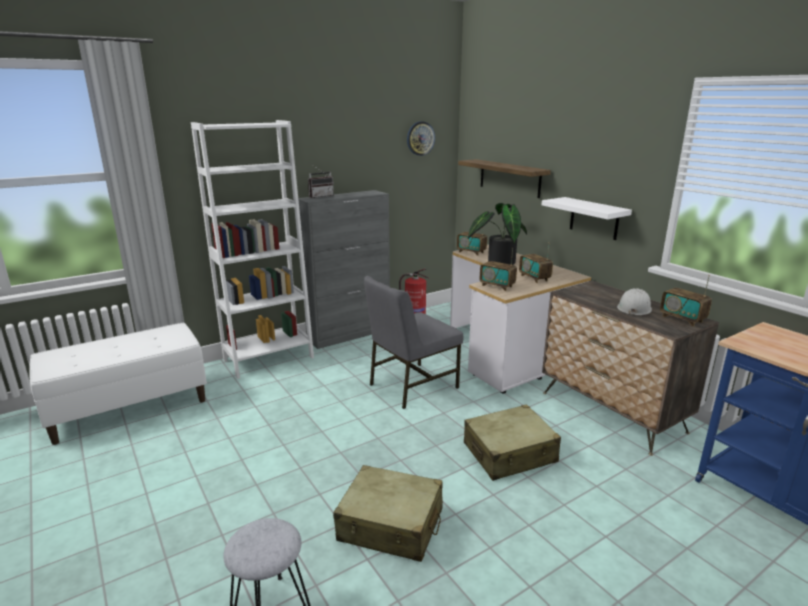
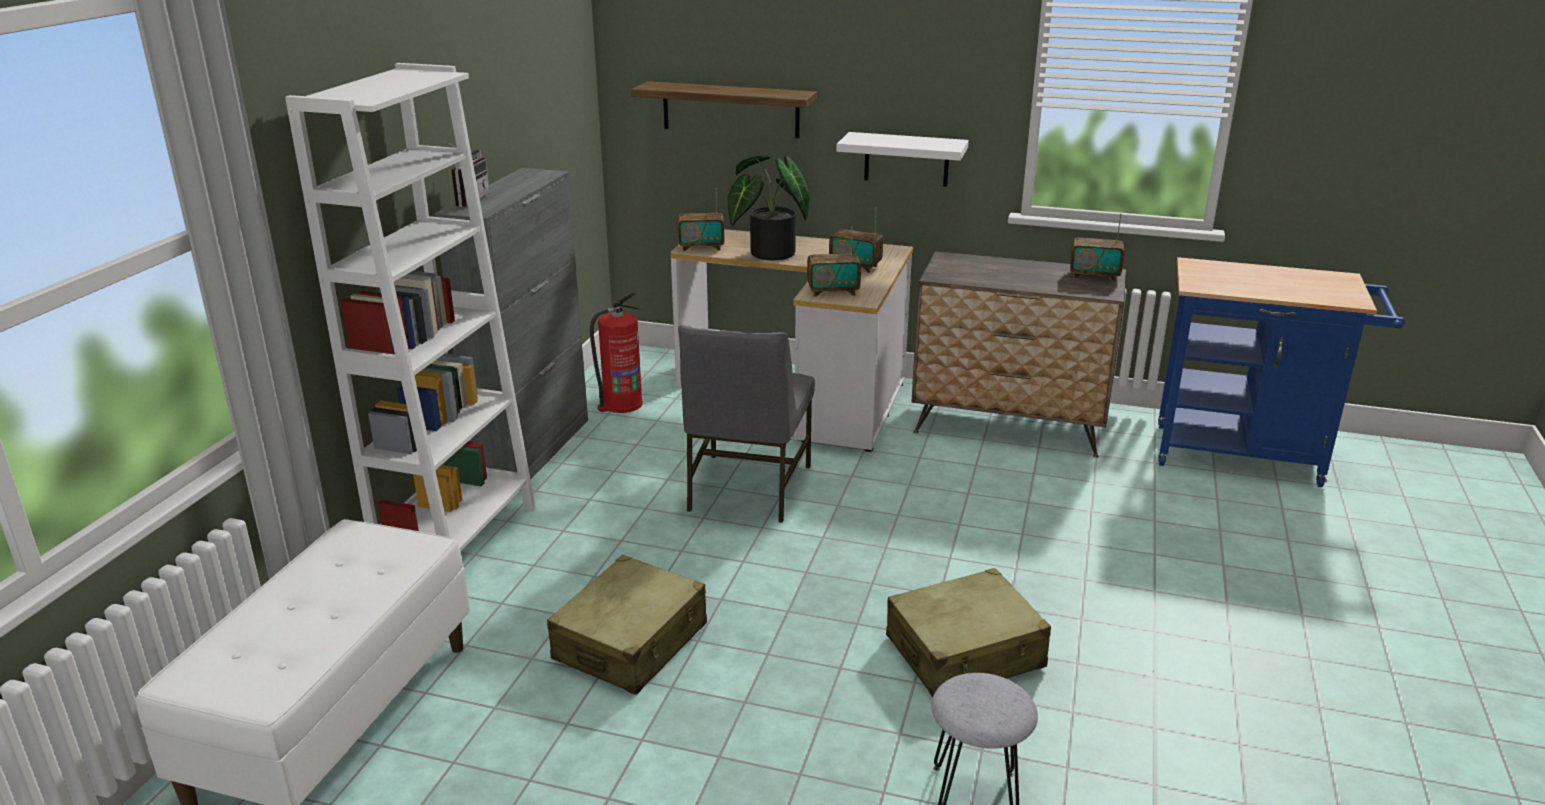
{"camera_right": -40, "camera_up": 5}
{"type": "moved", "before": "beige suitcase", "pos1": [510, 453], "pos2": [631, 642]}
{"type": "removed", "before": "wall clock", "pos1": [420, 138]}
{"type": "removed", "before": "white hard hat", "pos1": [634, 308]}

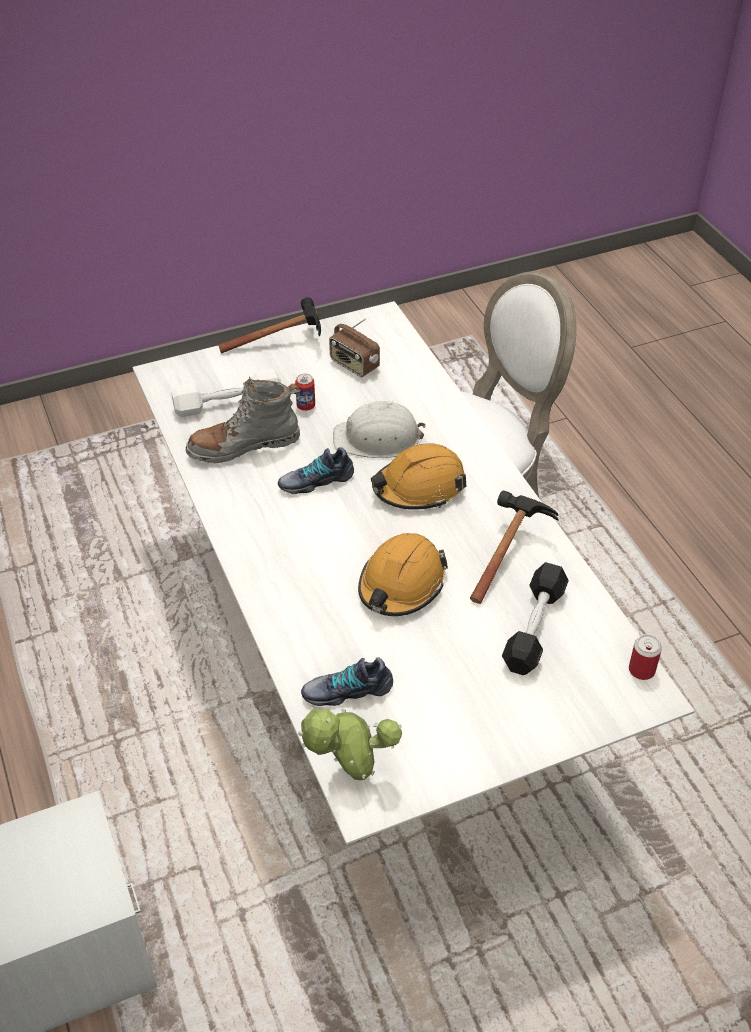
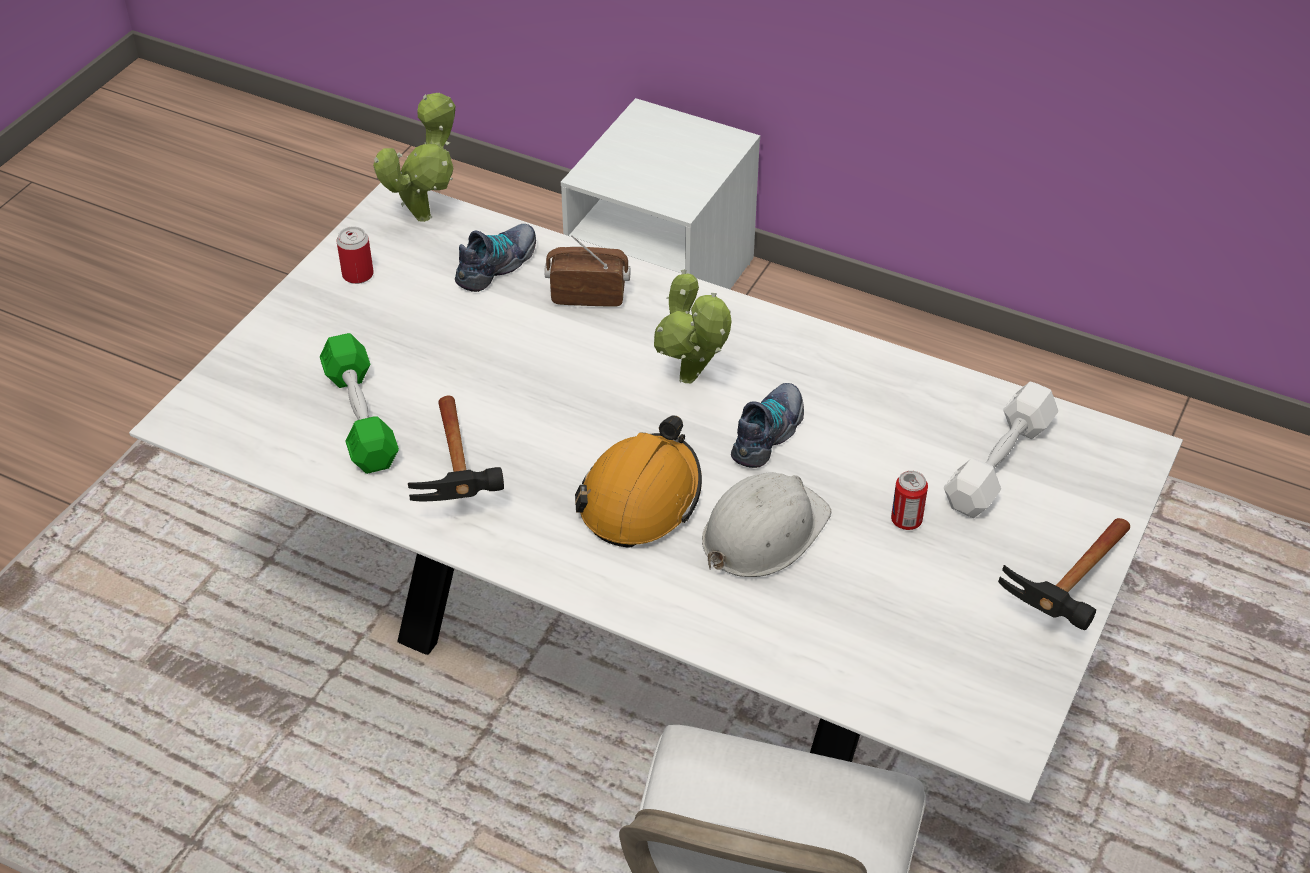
{"camera_right": 140, "camera_up": 0}
{"type": "recoloured", "before": "black dumbbell", "after": "green dumbbell", "pos1": [534, 628], "pos2": [360, 417]}
{"type": "moved", "before": "can", "pos1": [641, 670], "pos2": [358, 275]}
{"type": "moved", "before": "radio", "pos1": [354, 365], "pos2": [588, 295]}
{"type": "added", "after": "potted plant", "pos2": [691, 382]}
{"type": "removed", "before": "grey boot", "pos1": [244, 445]}
{"type": "removed", "before": "orange hard hat", "pos1": [401, 585]}

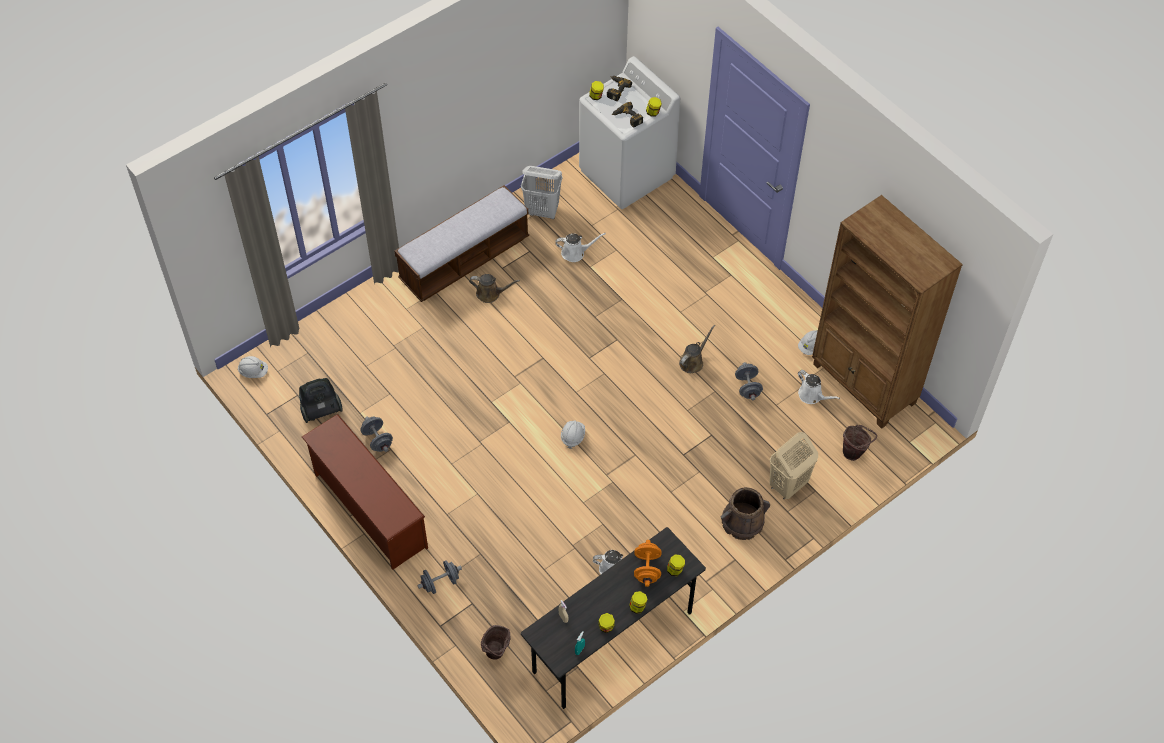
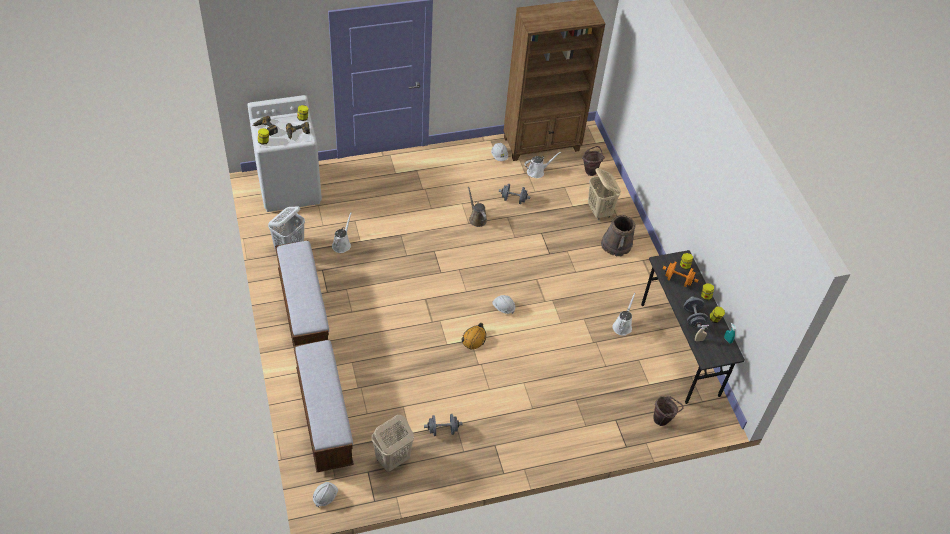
{"camera_right": -70, "camera_up": -5}
{"type": "added", "after": "bench", "pos2": [324, 417]}
{"type": "replaced", "before": "vacuum cleaner", "after": "beige laundry basket", "pos1": [320, 410], "pos2": [392, 459]}
{"type": "added", "after": "orange hard hat", "pos2": [474, 339]}
{"type": "moved", "before": "grey dumbbell", "pos1": [440, 582], "pos2": [693, 318]}
{"type": "removed", "before": "brown shoe rack", "pos1": [368, 510]}
{"type": "removed", "before": "brown watering can", "pos1": [490, 294]}

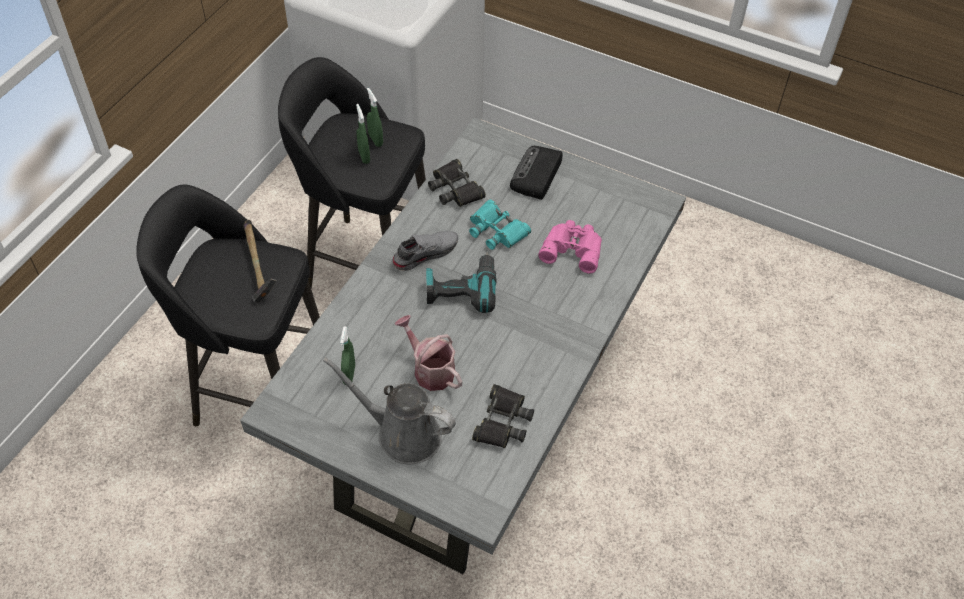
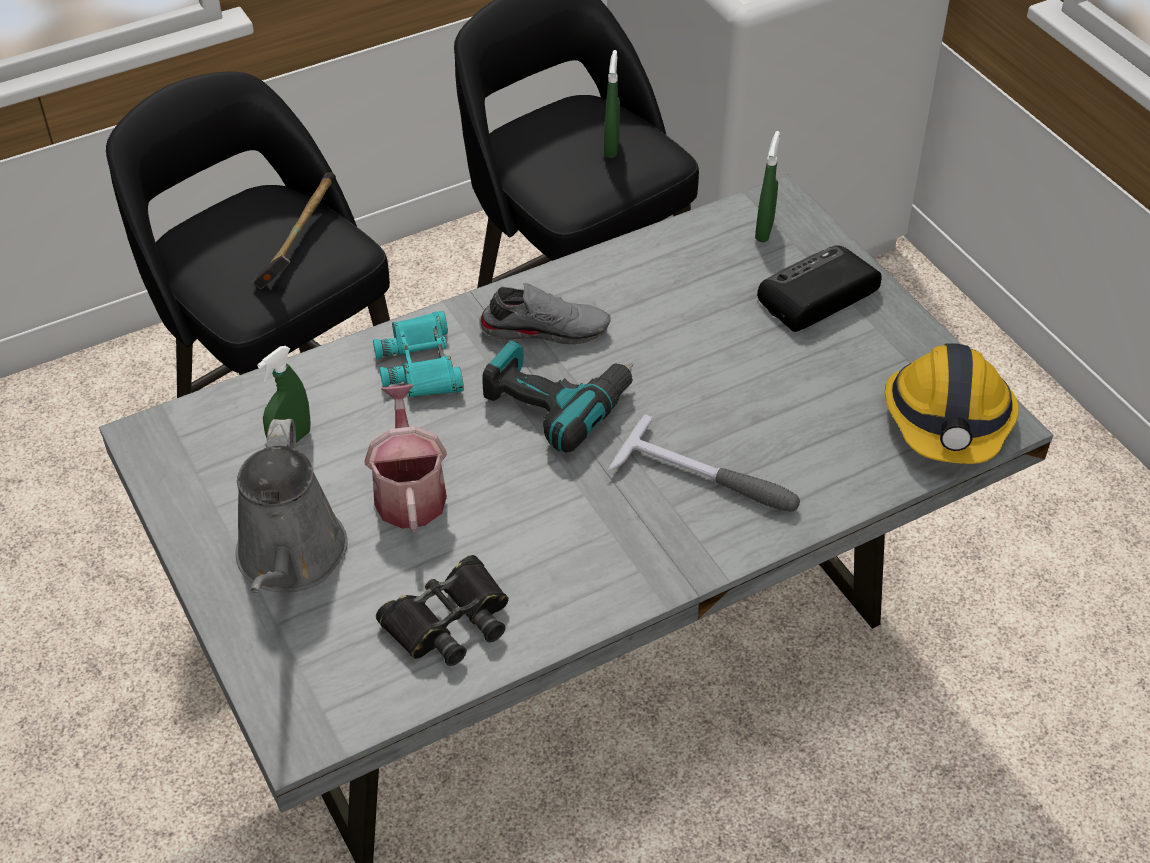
{"camera_right": 35, "camera_up": -5}
{"type": "turned", "before": "grey watering can", "pos1": [403, 434], "pos2": [291, 559], "turn": -150}
{"type": "moved", "before": "turquoise binoculars", "pos1": [497, 230], "pos2": [421, 364]}
{"type": "added", "after": "hammer", "pos2": [709, 480]}
{"type": "moved", "before": "green spray bottle", "pos1": [364, 156], "pos2": [764, 230]}
{"type": "added", "after": "hard hat", "pos2": [948, 420]}
{"type": "removed", "before": "black binoculars", "pos1": [455, 189]}
{"type": "removed", "before": "pink binoculars", "pos1": [572, 248]}

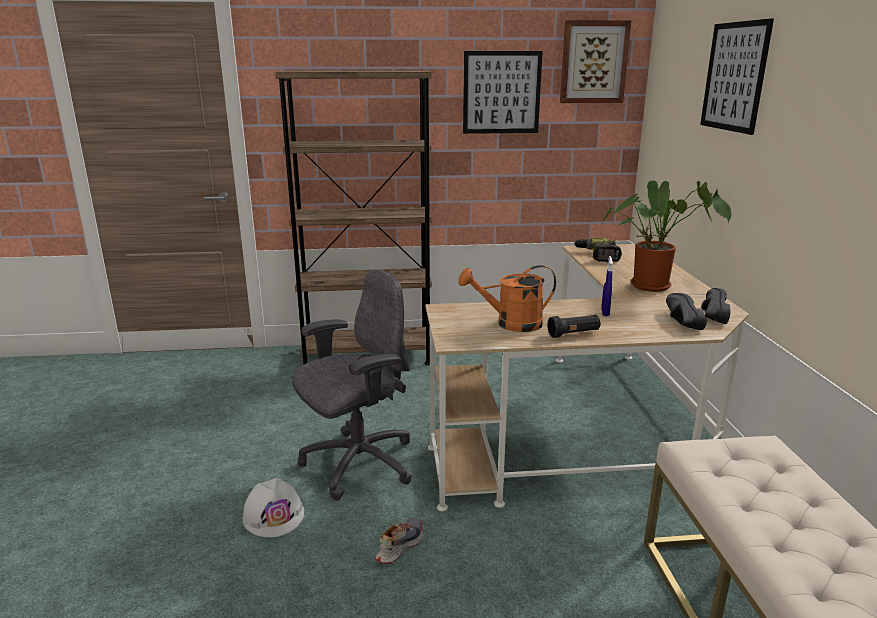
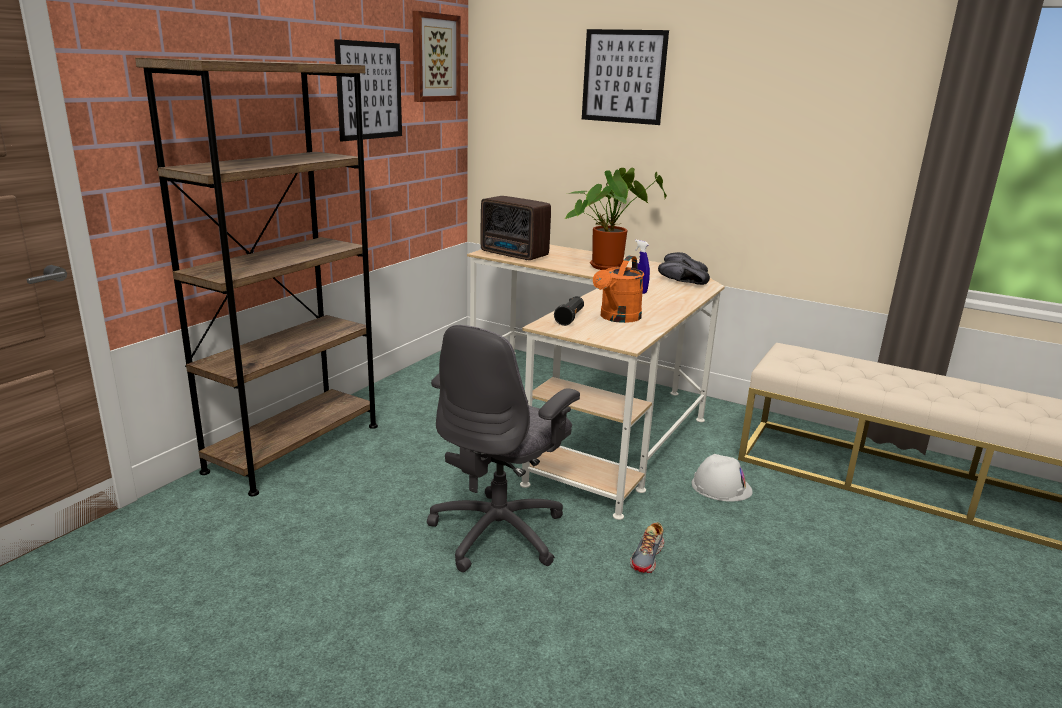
{"camera_right": -55, "camera_up": 0}
{"type": "turned", "before": "grey office chair", "pos1": [357, 464], "pos2": [499, 532], "turn": -150}
{"type": "replaced", "before": "power drill", "after": "radio", "pos1": [597, 256], "pos2": [514, 255]}
{"type": "moved", "before": "black flashlight", "pos1": [574, 334], "pos2": [570, 318]}
{"type": "turned", "before": "shoe", "pos1": [399, 545], "pos2": [648, 557], "turn": -135}
{"type": "moved", "before": "white hard hat", "pos1": [274, 515], "pos2": [721, 487]}

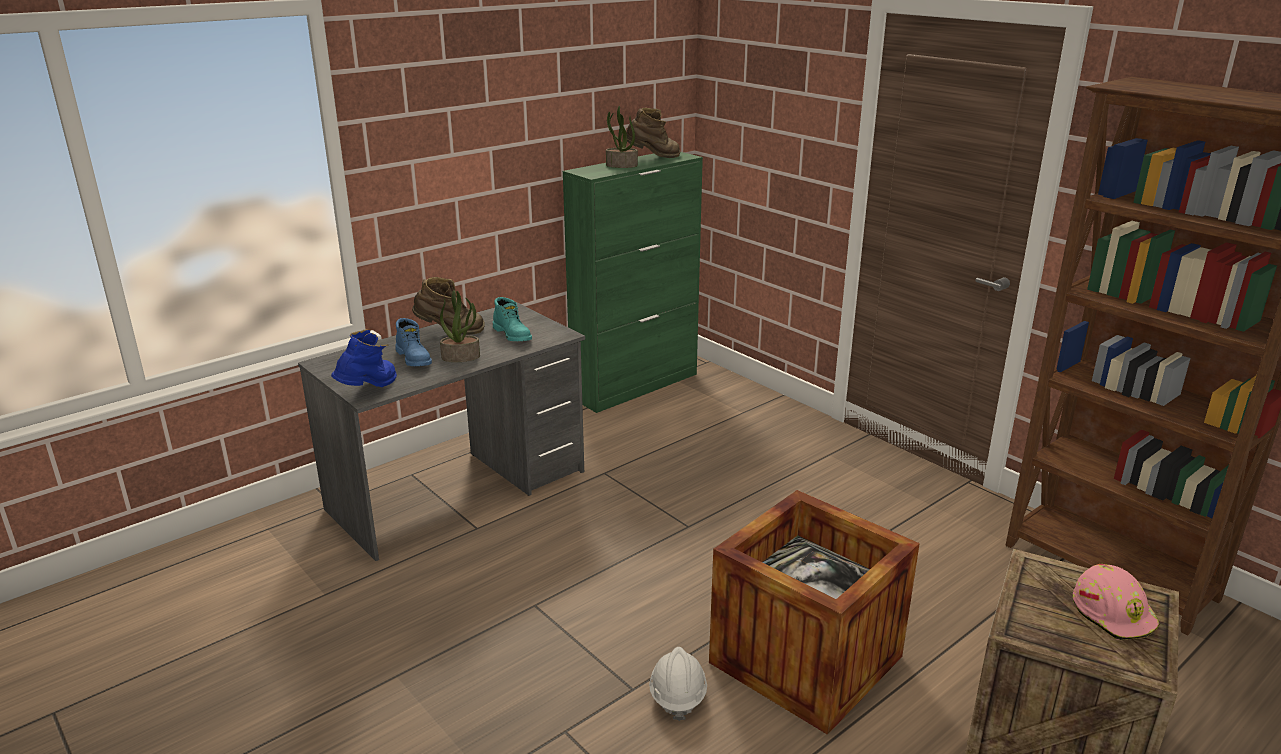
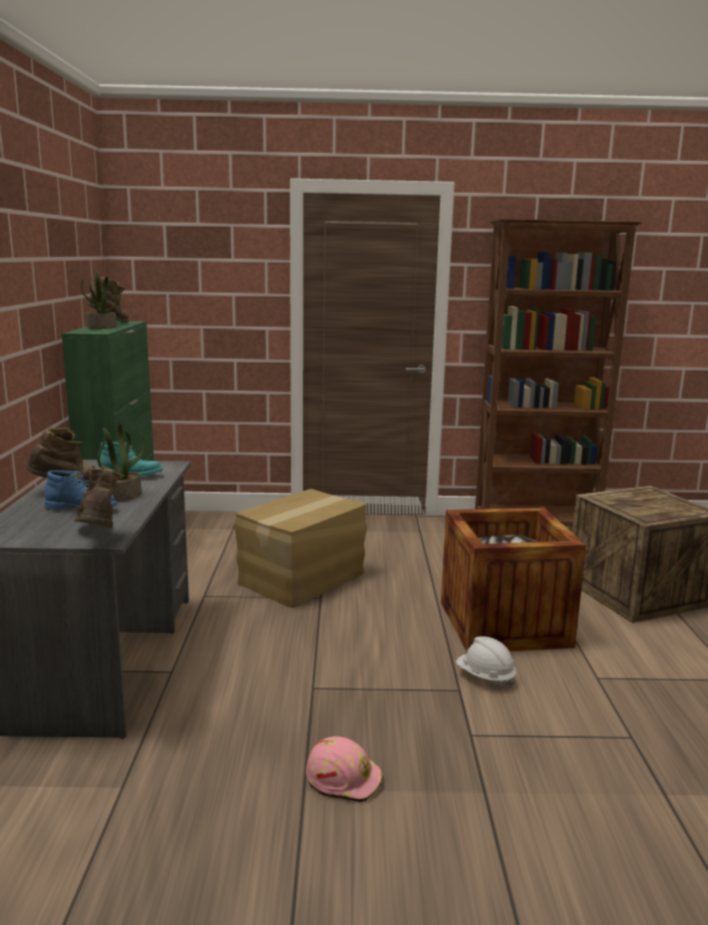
{"camera_right": -50, "camera_up": -10}
{"type": "recoloured", "before": "blue boot", "after": "brown boot", "pos1": [369, 390], "pos2": [98, 536]}
{"type": "added", "after": "cardboard box", "pos2": [303, 579]}
{"type": "moved", "before": "pink hard hat", "pos1": [1113, 613], "pos2": [344, 779]}

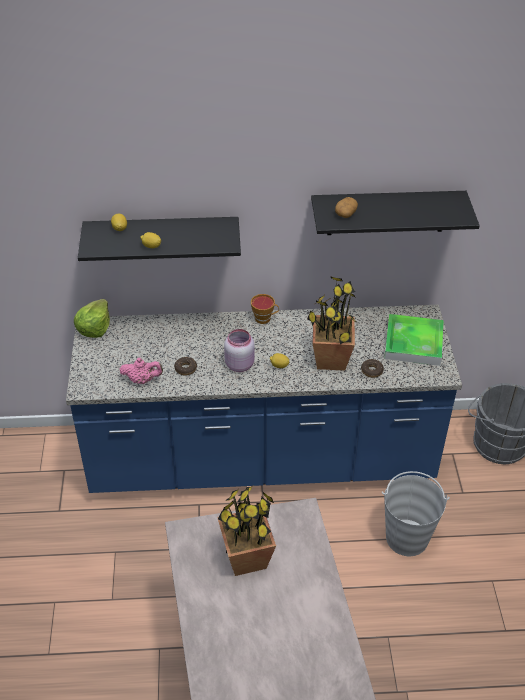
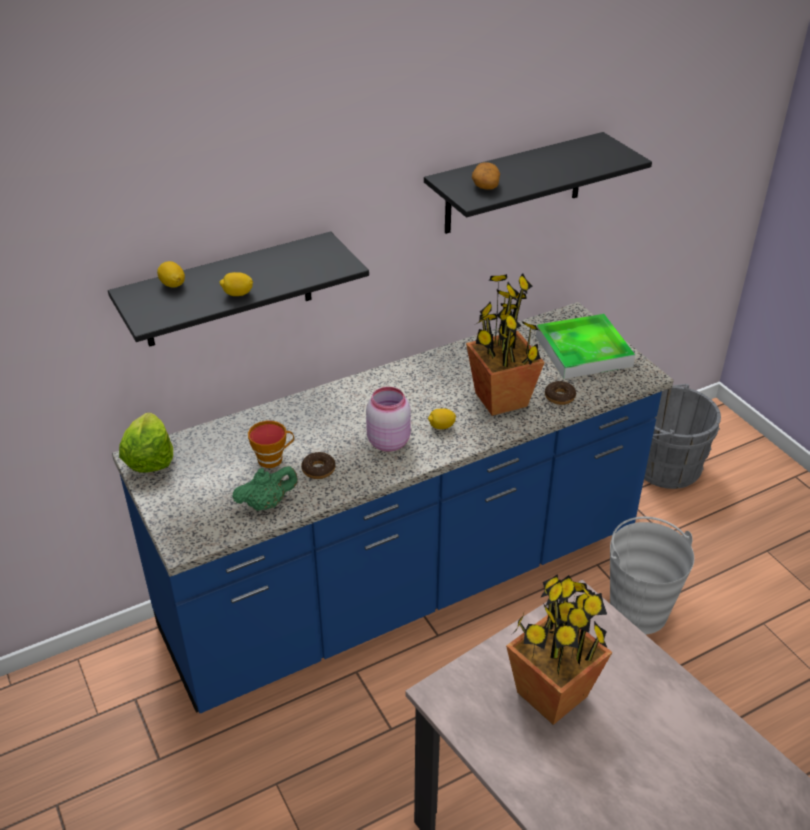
{"camera_right": -25, "camera_up": -5}
{"type": "recoloured", "before": "pink teapot", "after": "green teapot", "pos1": [142, 380], "pos2": [267, 504]}
{"type": "moved", "before": "cup", "pos1": [264, 318], "pos2": [273, 459]}

